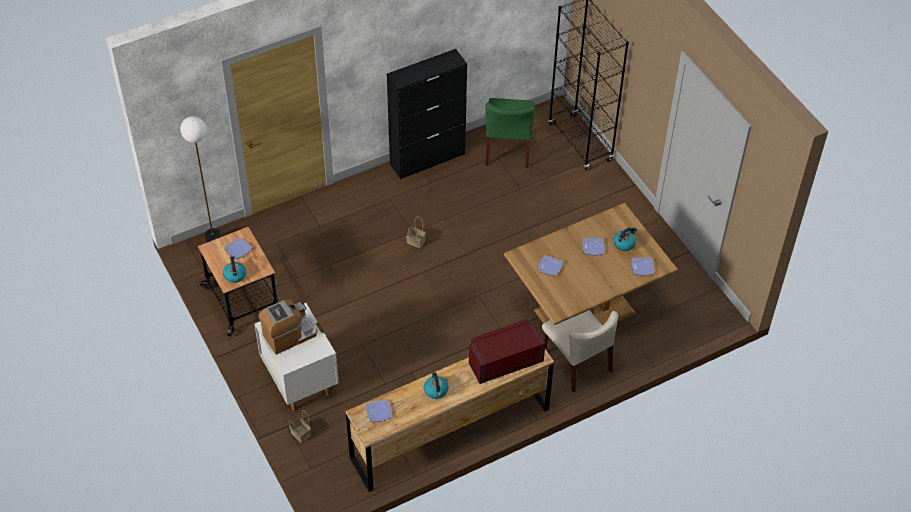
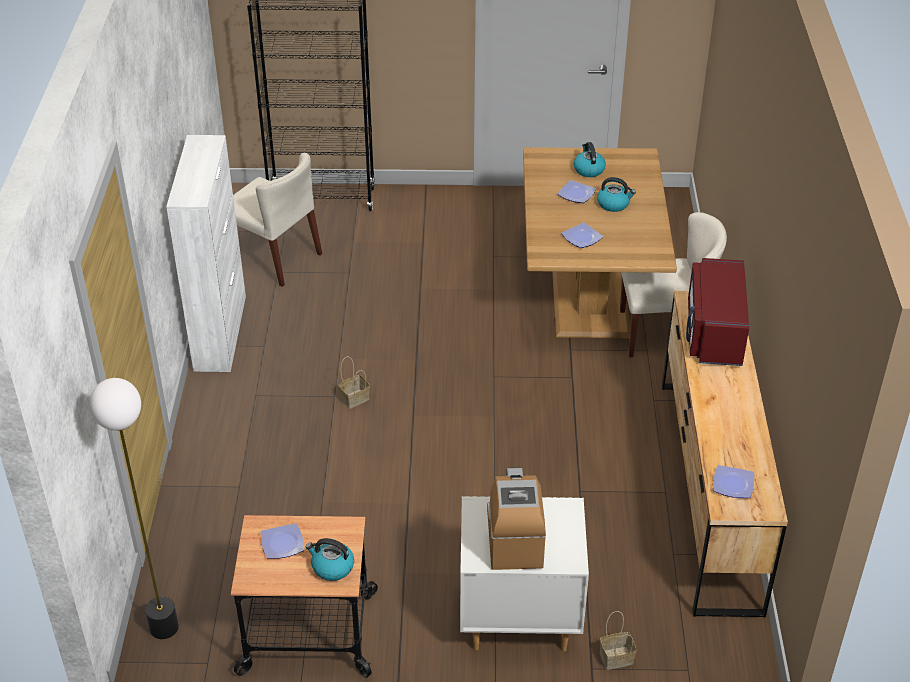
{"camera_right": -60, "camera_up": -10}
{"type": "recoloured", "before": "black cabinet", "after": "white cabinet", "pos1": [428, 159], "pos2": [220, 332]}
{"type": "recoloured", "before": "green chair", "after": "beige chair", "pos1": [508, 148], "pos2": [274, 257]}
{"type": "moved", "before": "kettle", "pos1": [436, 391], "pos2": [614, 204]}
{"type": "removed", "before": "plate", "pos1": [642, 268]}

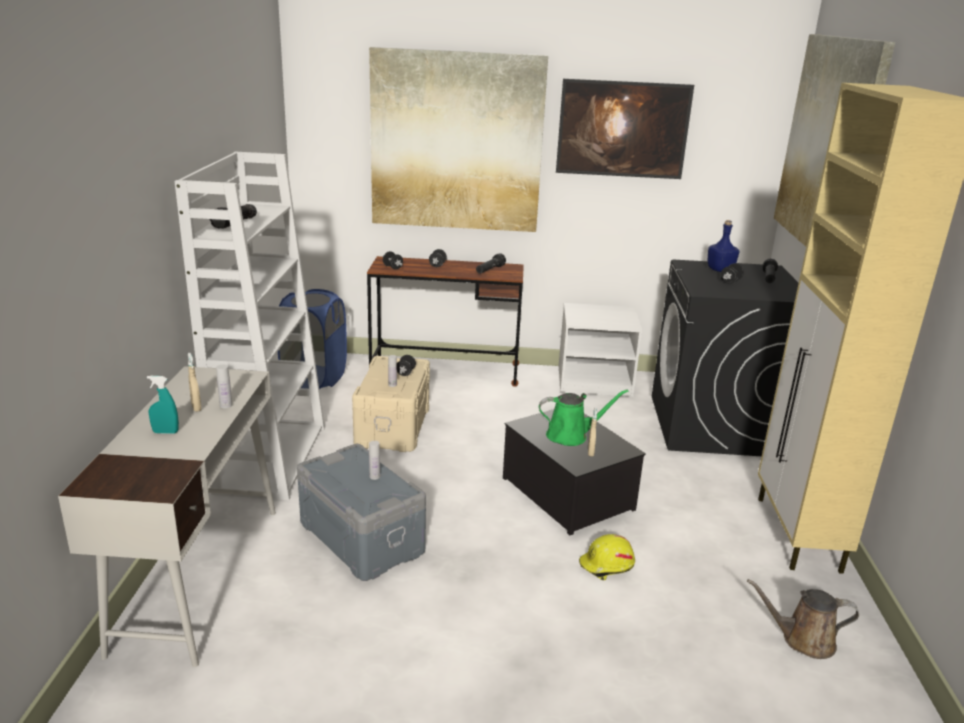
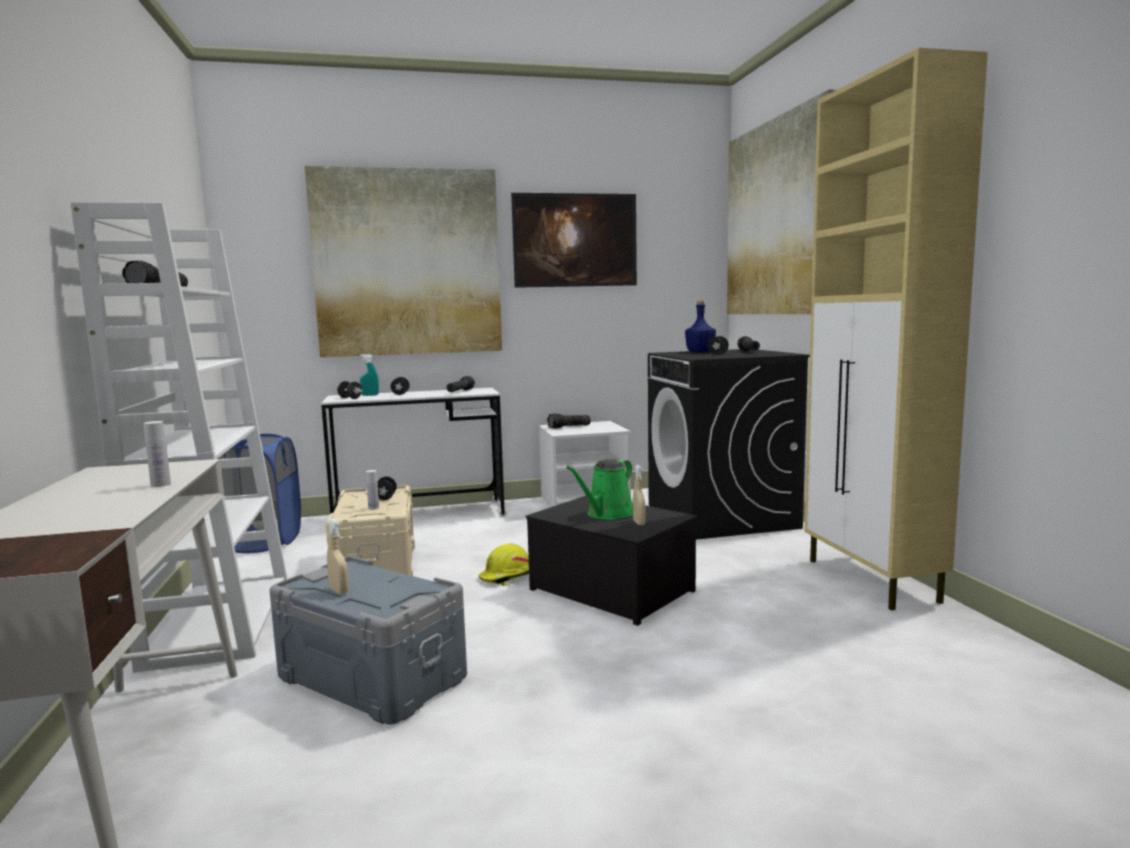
{"camera_right": -15, "camera_up": -15}
{"type": "recoloured", "before": "brown desk", "after": "white desk", "pos1": [445, 371], "pos2": [420, 516]}
{"type": "moved", "before": "beige spray bottle", "pos1": [196, 407], "pos2": [339, 591]}
{"type": "moved", "before": "turquoise spray bottle", "pos1": [165, 432], "pos2": [370, 395]}
{"type": "moved", "before": "yellow hard hat", "pos1": [607, 566], "pos2": [506, 577]}
{"type": "added", "after": "flashlight", "pos2": [569, 427]}
{"type": "turned", "before": "green watering can", "pos1": [571, 436], "pos2": [607, 514], "turn": 150}
{"type": "removed", "before": "white bottle", "pos1": [374, 476]}
{"type": "removed", "before": "brown watering can", "pos1": [803, 640]}

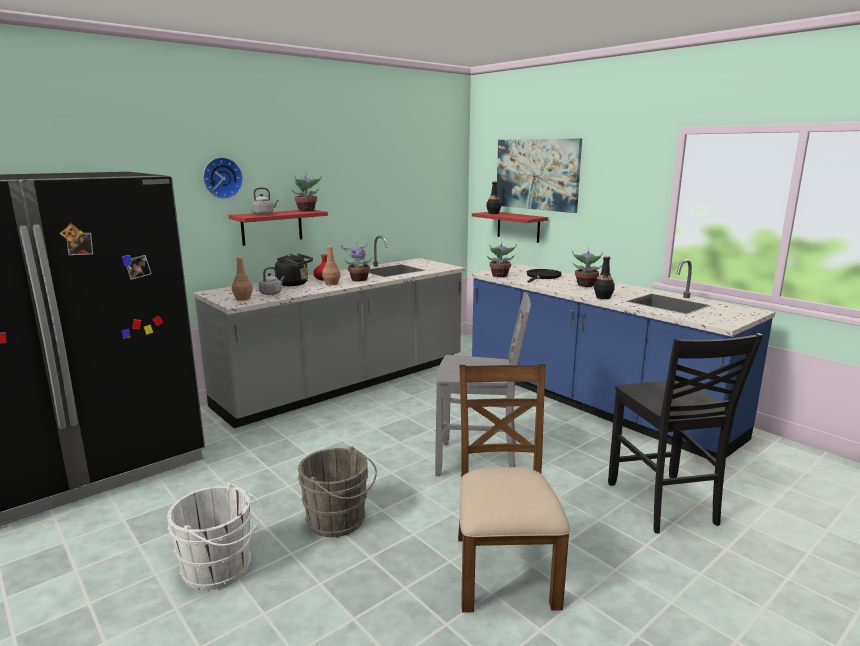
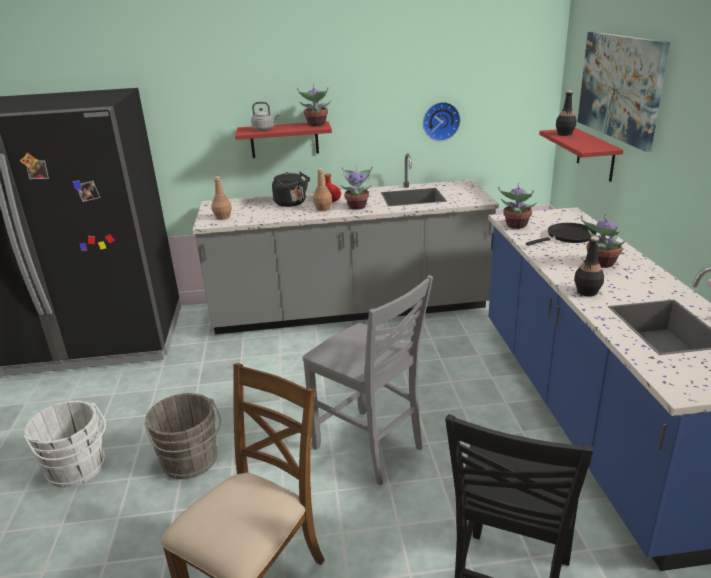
{"camera_right": 35, "camera_up": 10}
{"type": "moved", "before": "wall clock", "pos1": [222, 178], "pos2": [440, 121]}
{"type": "removed", "before": "grey kettle", "pos1": [272, 293]}

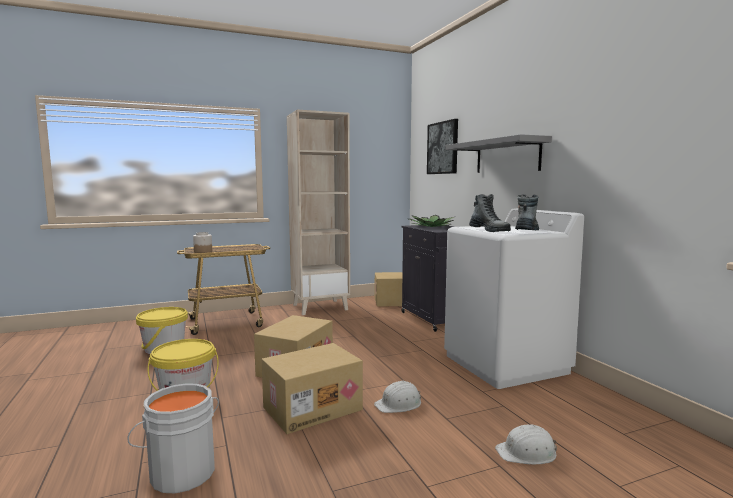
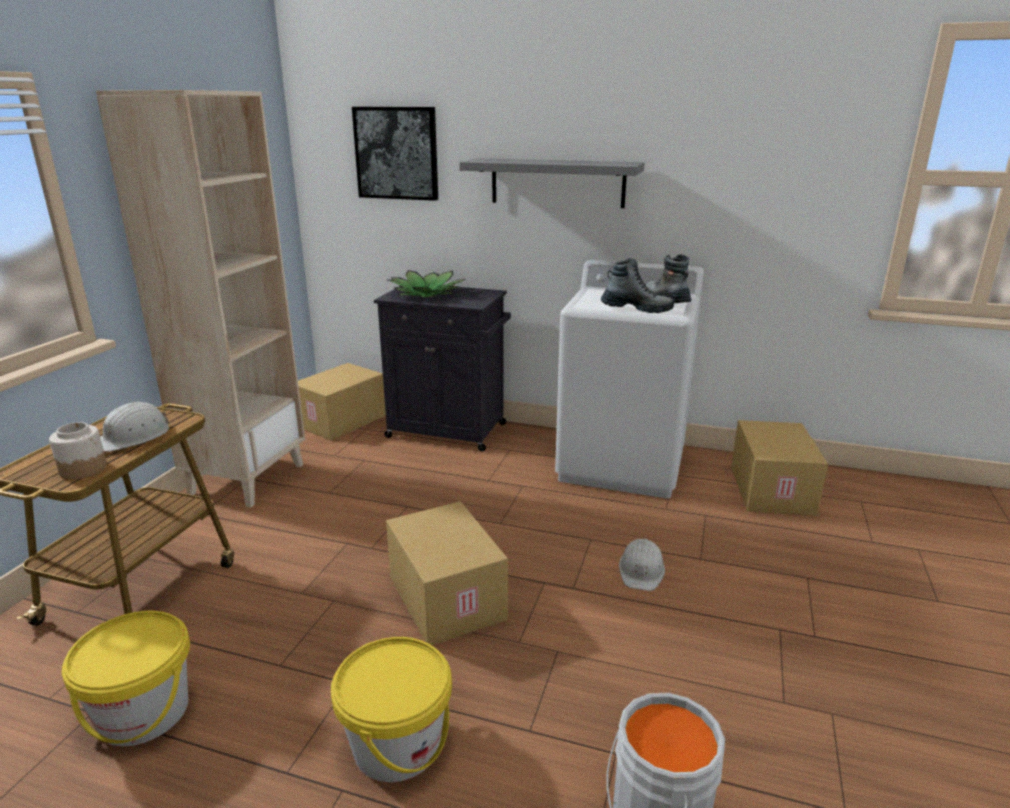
{"camera_right": -50, "camera_up": 15}
{"type": "moved", "before": "white hard hat", "pos1": [527, 453], "pos2": [133, 436]}
{"type": "moved", "before": "cardboard box", "pos1": [312, 408], "pos2": [769, 489]}

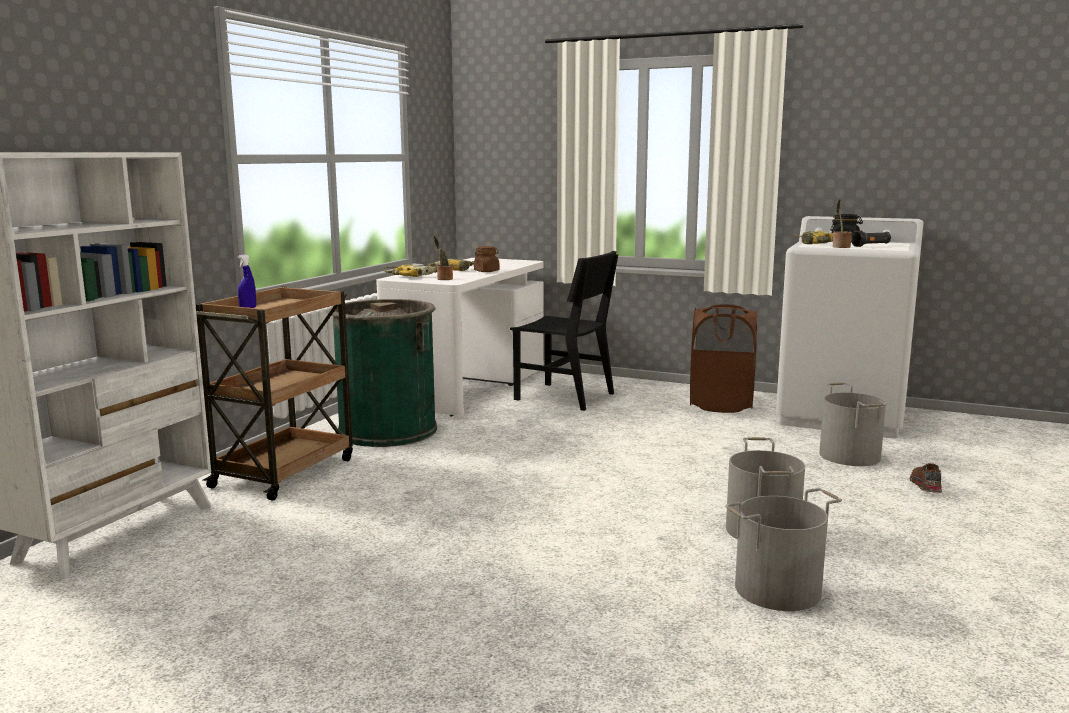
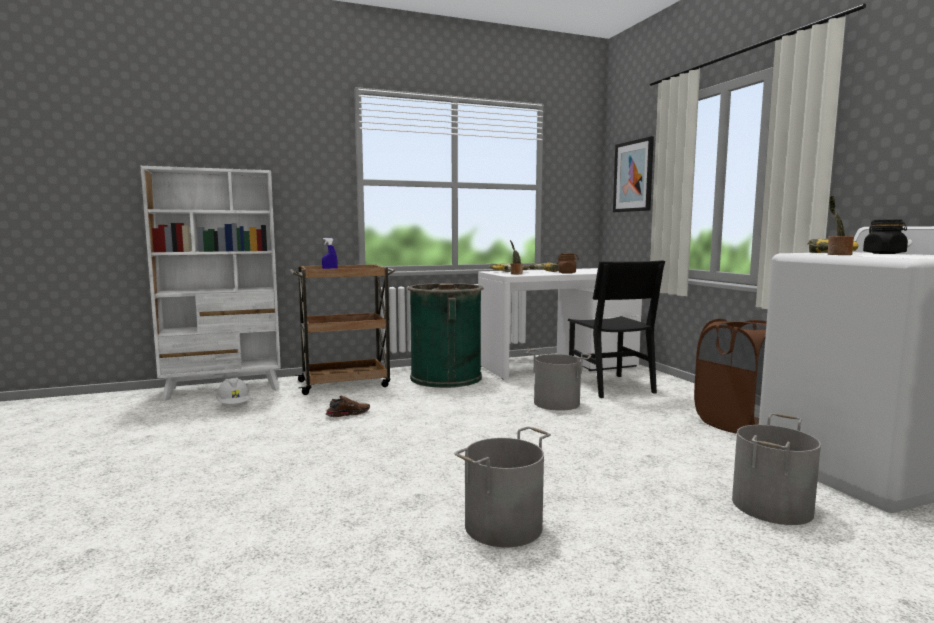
{"camera_right": 45, "camera_up": -5}
{"type": "added", "after": "white hard hat", "pos2": [234, 405]}
{"type": "moved", "before": "brown shoe", "pos1": [924, 485], "pos2": [348, 414]}
{"type": "moved", "before": "grey bucket", "pos1": [778, 590], "pos2": [556, 403]}
{"type": "added", "after": "picture", "pos2": [633, 176]}
{"type": "removed", "before": "black flashlight", "pos1": [871, 246]}

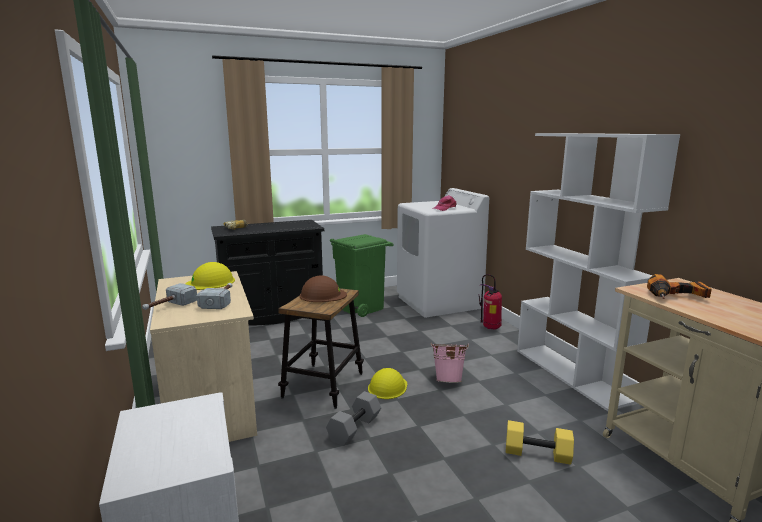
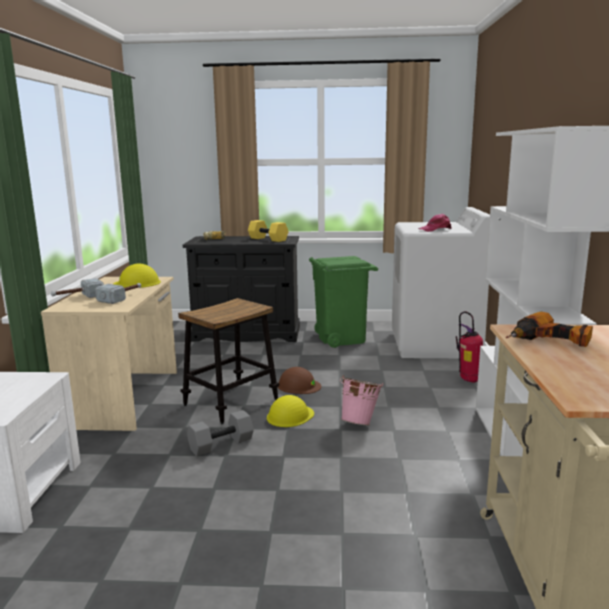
{"camera_right": 25, "camera_up": 0}
{"type": "moved", "before": "yellow dumbbell", "pos1": [538, 453], "pos2": [268, 239]}
{"type": "moved", "before": "brown hard hat", "pos1": [322, 295], "pos2": [298, 386]}

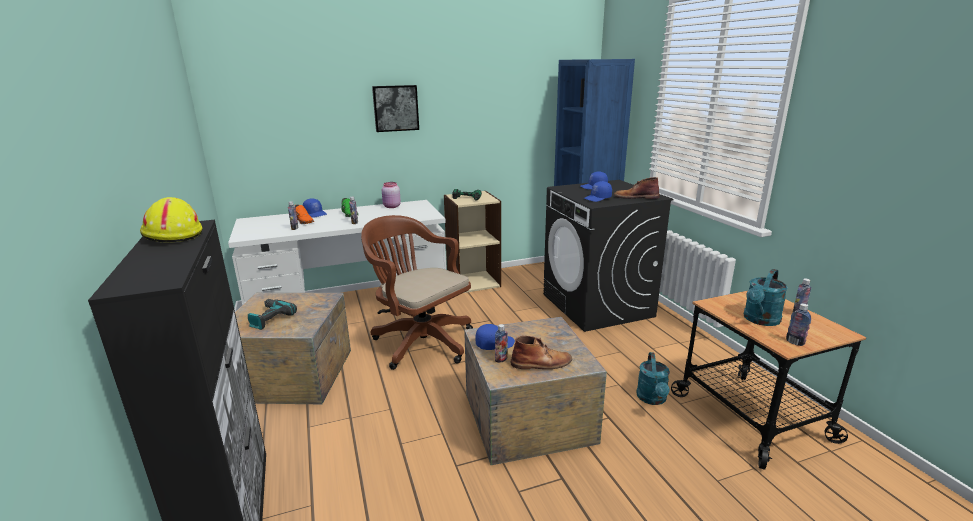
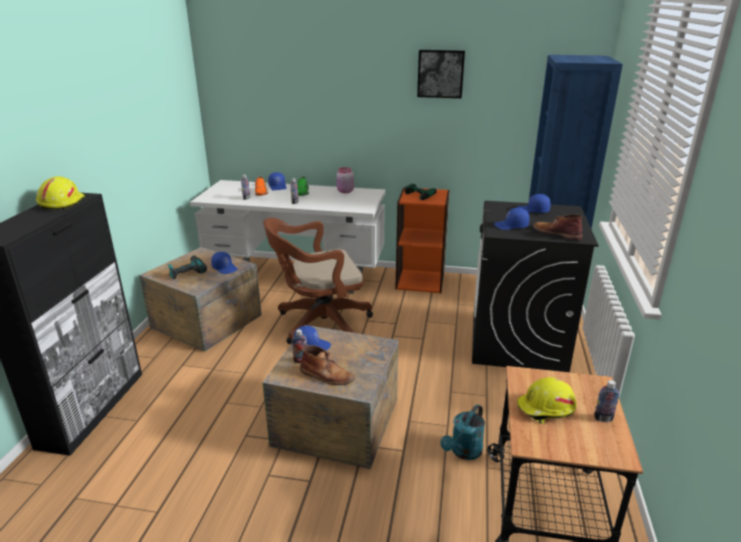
{"camera_right": 30, "camera_up": 5}
{"type": "added", "after": "blue cap", "pos2": [225, 268]}
{"type": "turned", "before": "brown office chair", "pos1": [420, 341], "pos2": [319, 324], "turn": -90}
{"type": "recoloured", "before": "beige bookcase", "after": "orange bookcase", "pos1": [473, 281], "pos2": [420, 280]}
{"type": "moved", "before": "picture", "pos1": [395, 108], "pos2": [440, 73]}
{"type": "replaced", "before": "turquoise watering can", "after": "yellow hard hat", "pos1": [760, 320], "pos2": [546, 409]}
{"type": "removed", "before": "bottle", "pos1": [795, 342]}

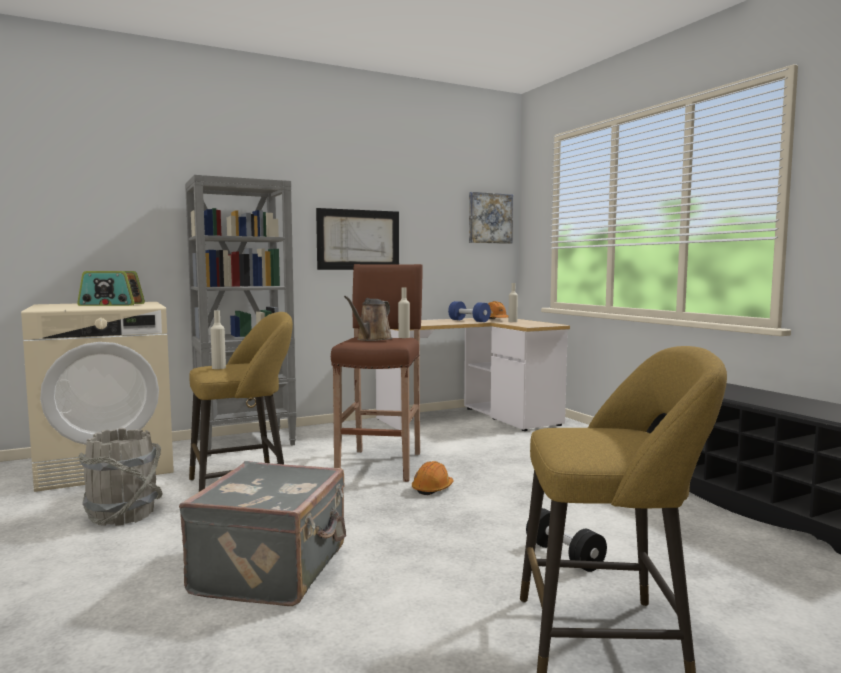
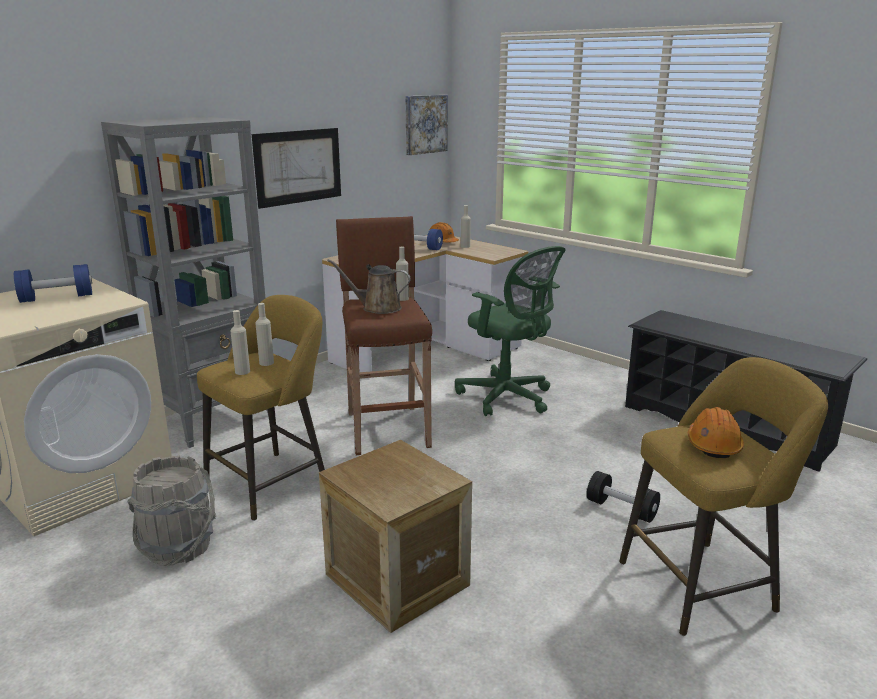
{"camera_right": -20, "camera_up": 15}
{"type": "replaced", "before": "radio", "after": "blue dumbbell", "pos1": [111, 304], "pos2": [57, 298]}
{"type": "added", "after": "beige bottle", "pos2": [266, 363]}
{"type": "replaced", "before": "grey suitcase", "after": "crate", "pos1": [273, 570], "pos2": [397, 579]}
{"type": "turned", "before": "brown watering can", "pos1": [372, 339], "pos2": [377, 308], "turn": 90}
{"type": "added", "after": "green office chair", "pos2": [508, 398]}
{"type": "moved", "before": "orange hard hat", "pos1": [432, 488], "pos2": [713, 445]}

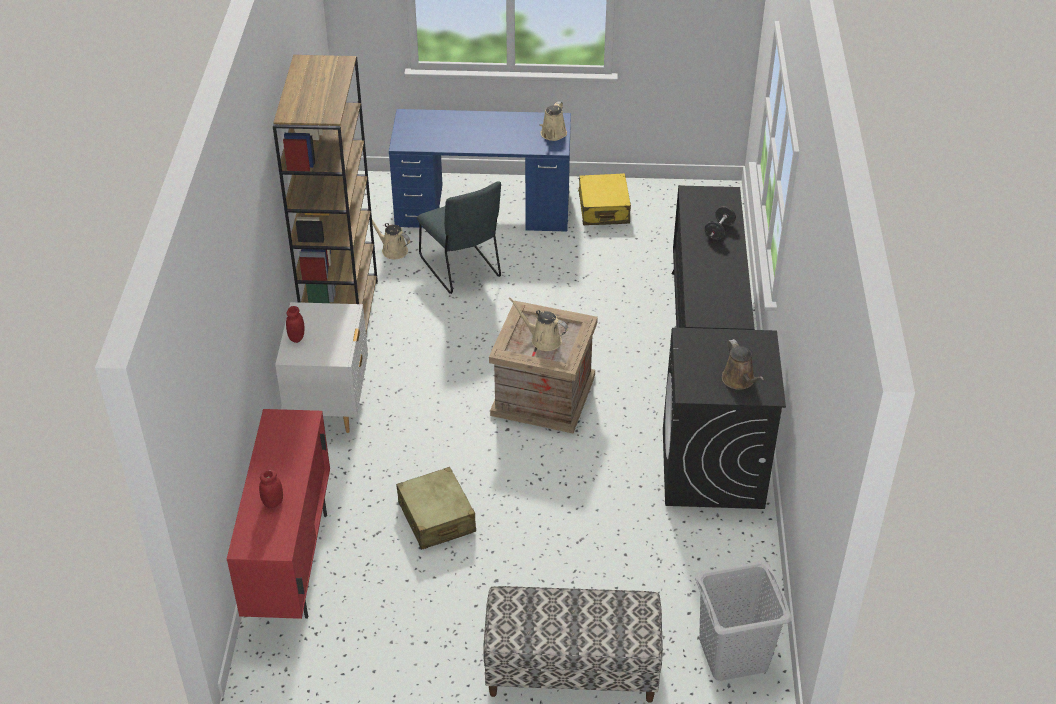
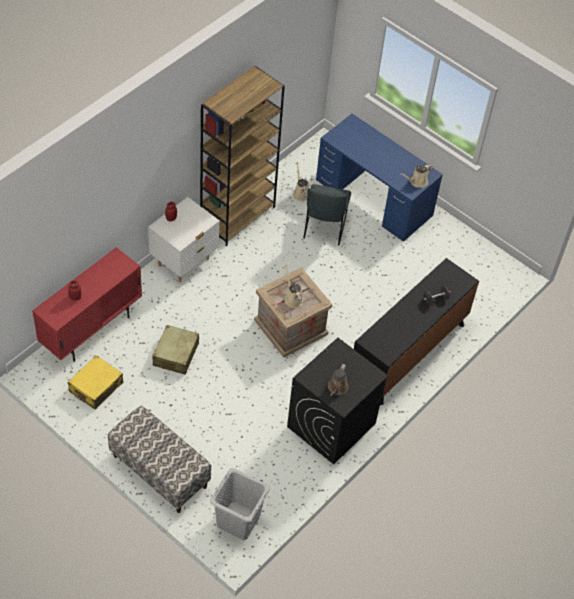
{"camera_right": 35, "camera_up": 10}
{"type": "moved", "before": "yellow suitcase", "pos1": [603, 209], "pos2": [96, 387]}

